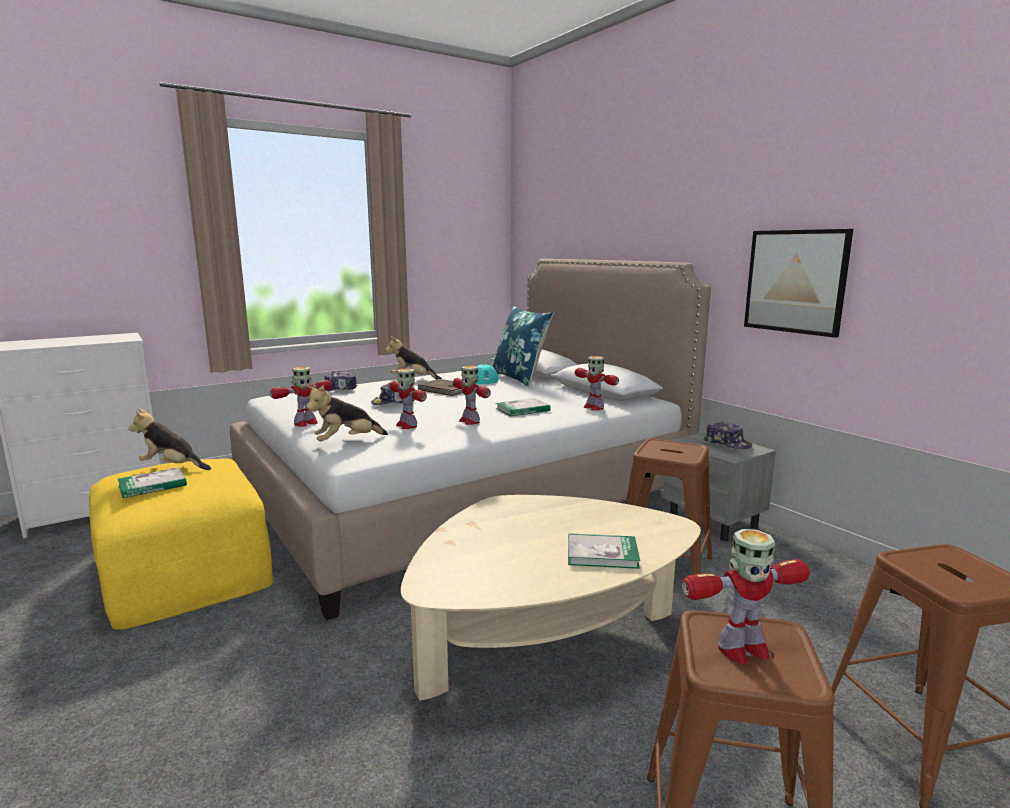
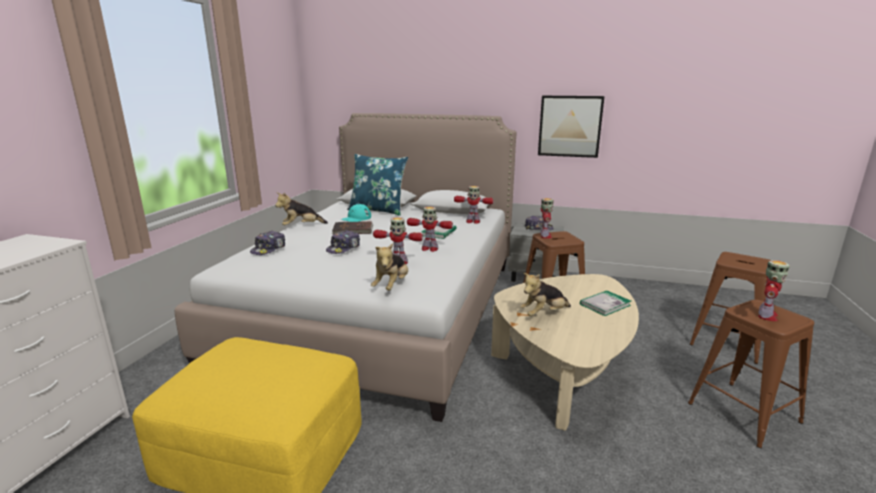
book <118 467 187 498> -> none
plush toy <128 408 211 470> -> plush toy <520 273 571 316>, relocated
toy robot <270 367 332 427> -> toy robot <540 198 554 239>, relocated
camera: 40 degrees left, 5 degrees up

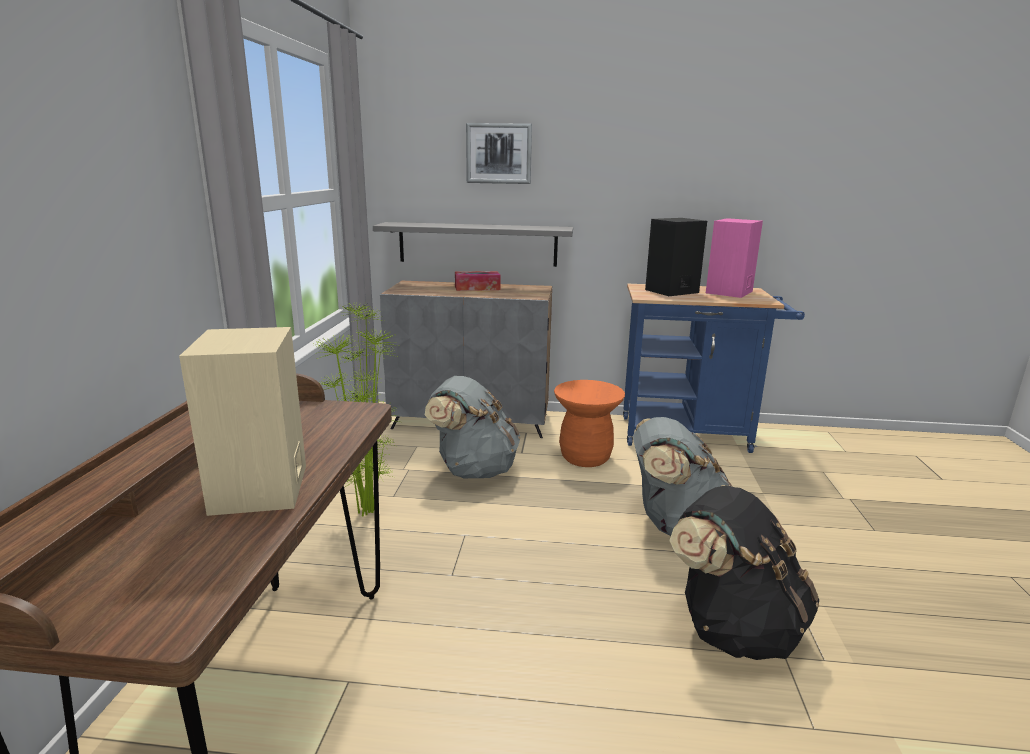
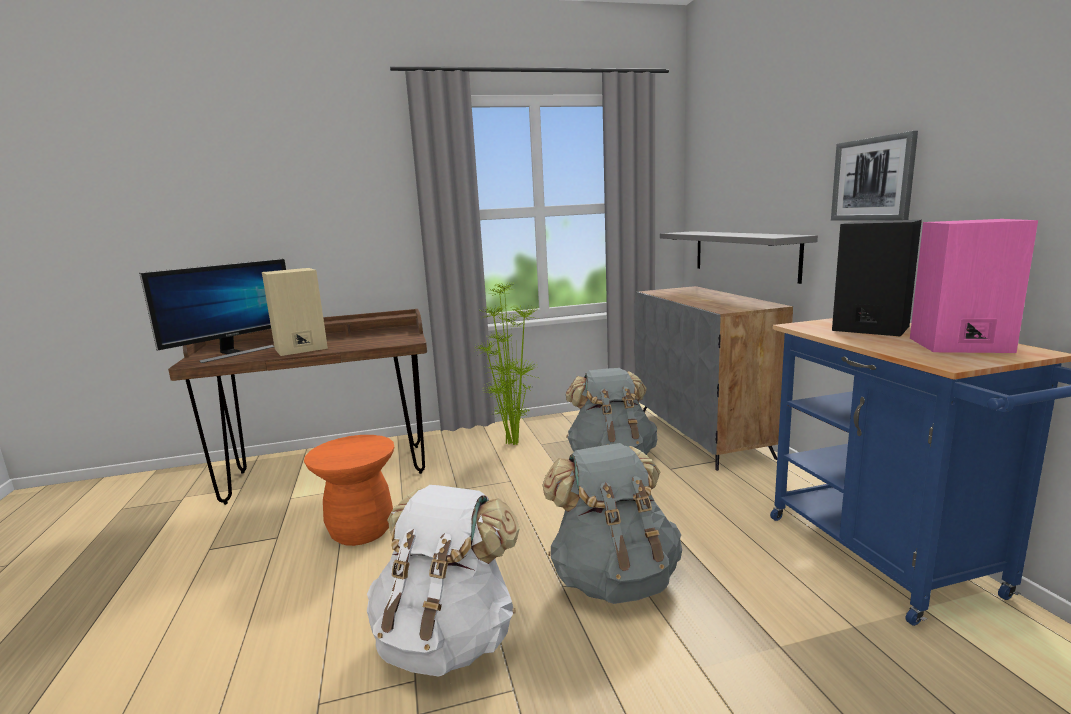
tissue box <455 271 500 291> -> none
none -> monitor <139 259 286 363>
picture <466 123 532 184> -> picture <831 131 918 221>, relocated
orange stool <554 380 625 467> -> orange stool <304 435 395 546>, relocated
black backpack <669 485 819 660> -> white backpack <367 485 520 677>
camera: 70 degrees right, 5 degrees down

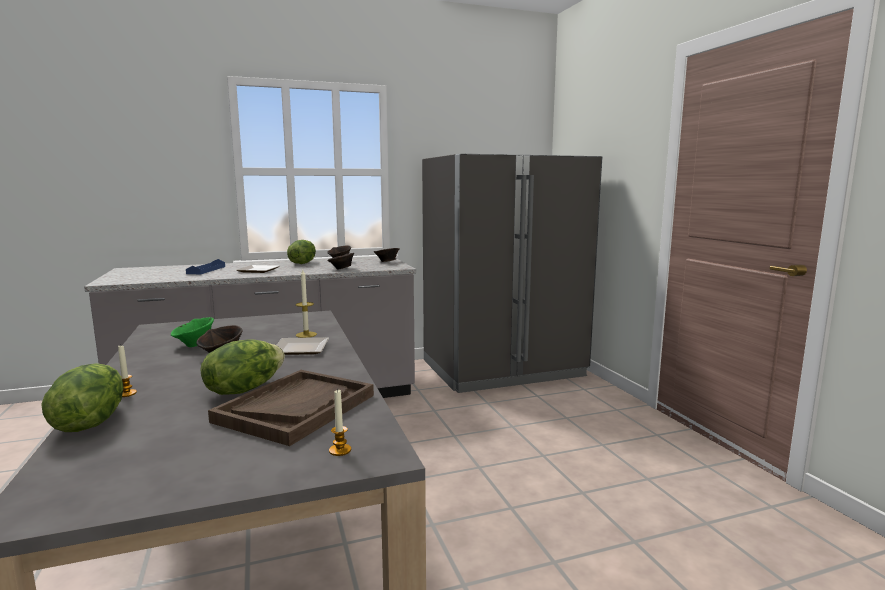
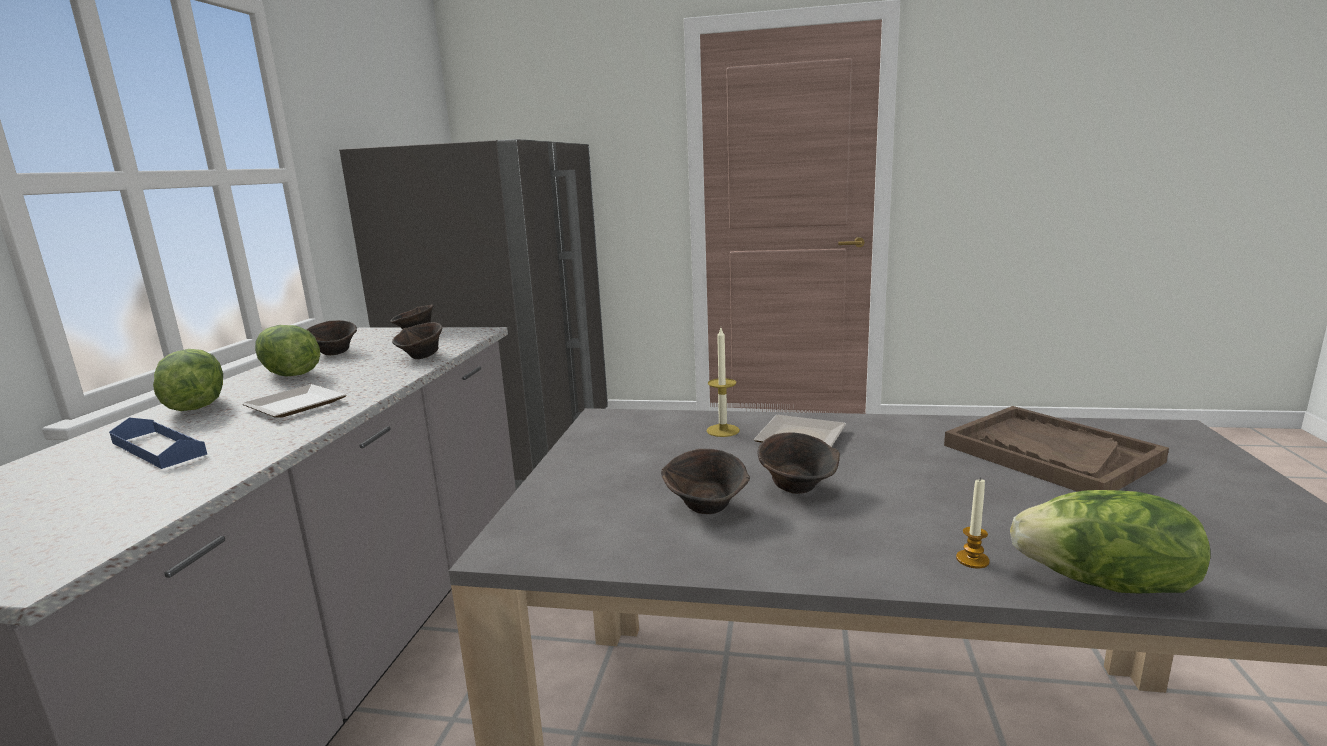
candle <329 389 351 456> -> none
lettuce <200 340 285 395> -> lettuce <153 349 223 411>, relocated
green bowl <171 317 214 347> -> brown bowl <661 449 750 514>
camera: 60 degrees left, 5 degrees up

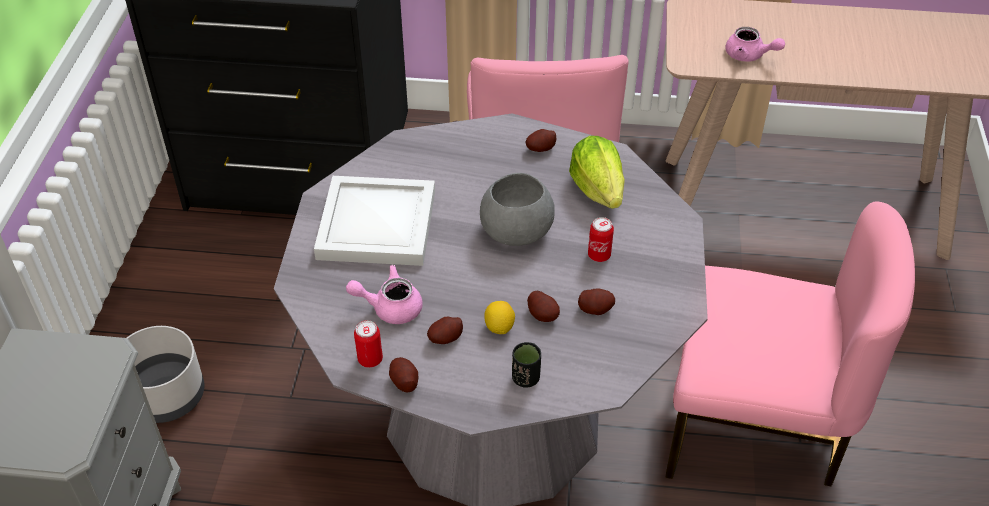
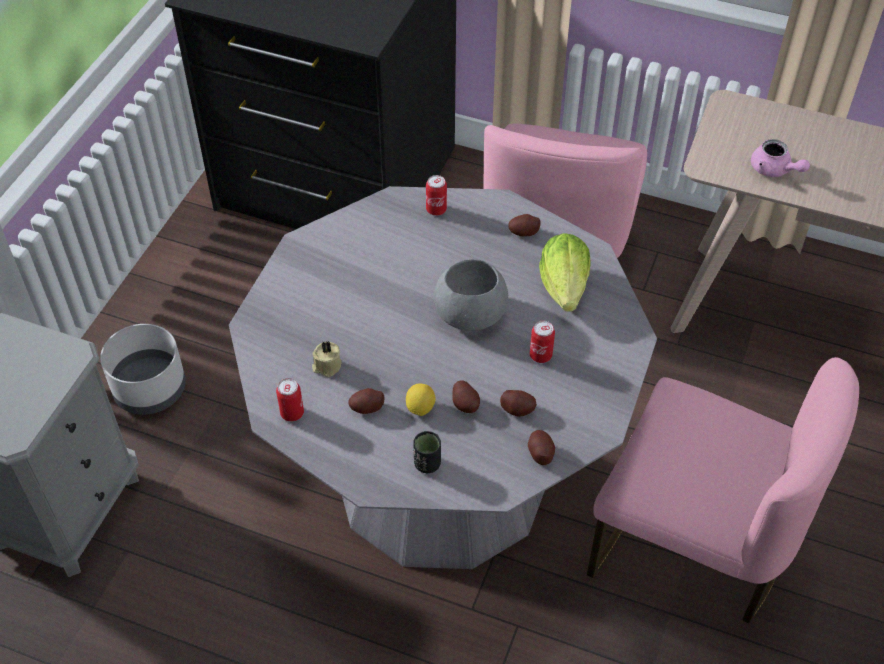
white tray <314 176 435 266> -> none
none -> can <426 175 447 216>
potato <389 357 419 393> -> potato <528 430 555 465>, relocated
pink teapot <346 265 423 324> -> beige candle <312 340 342 377>
camera: 15 degrees right, 5 degrees up

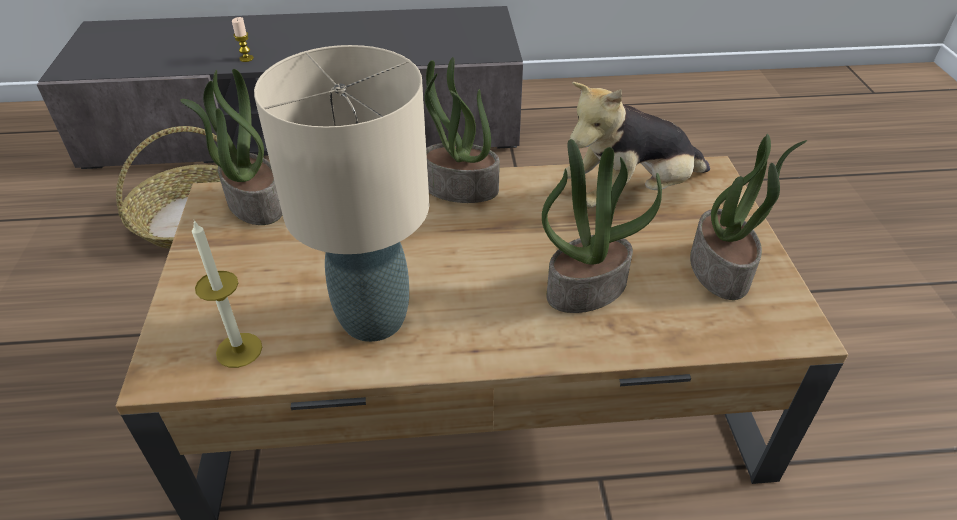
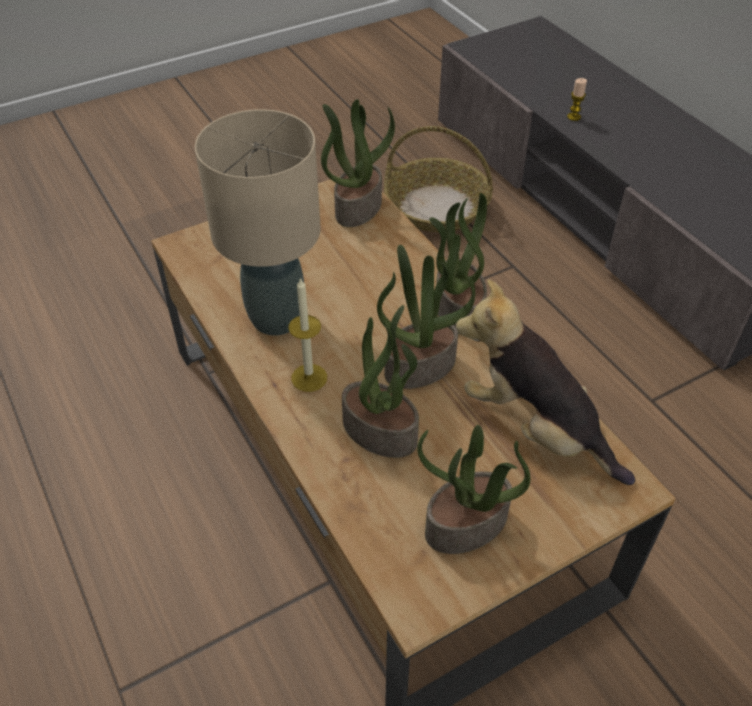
none -> potted plant <377 245 475 389>
candle <192 221 262 368> -> candle <288 277 327 392>, relocated
camera: 65 degrees right, 5 degrees up

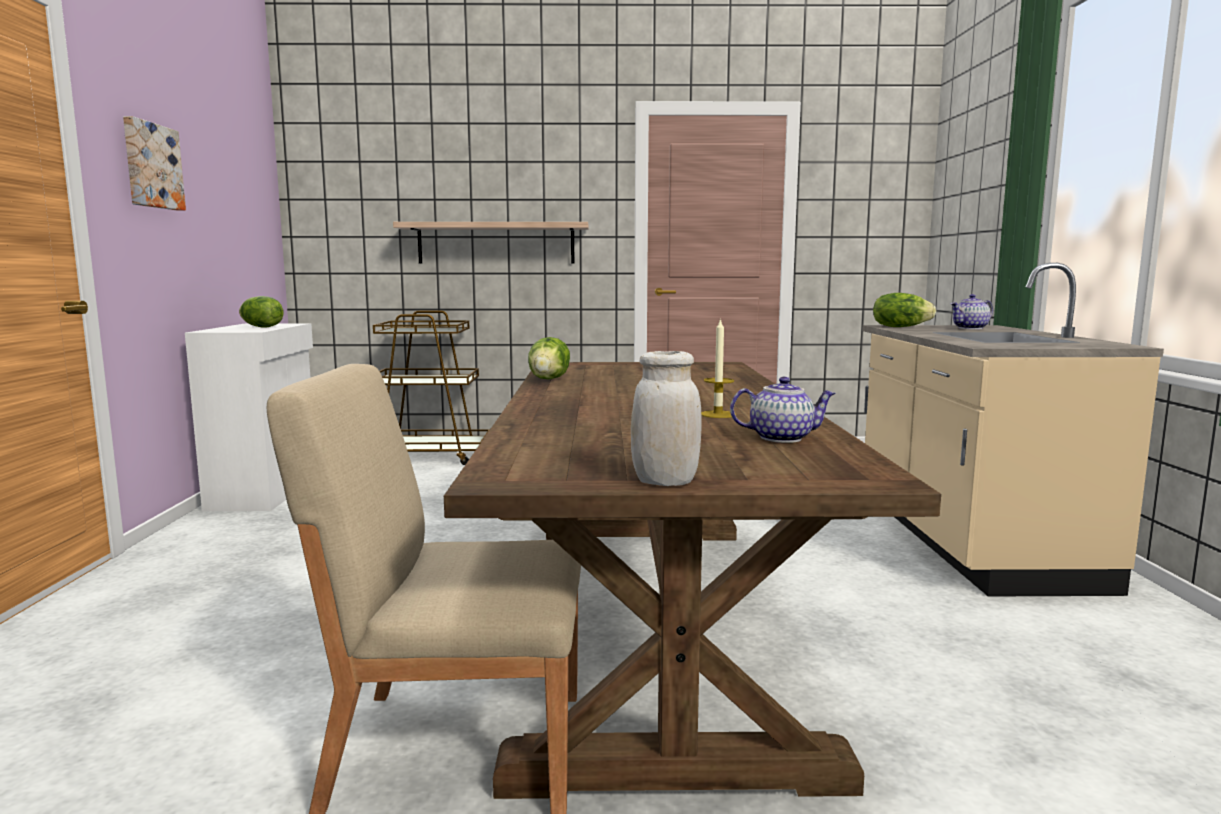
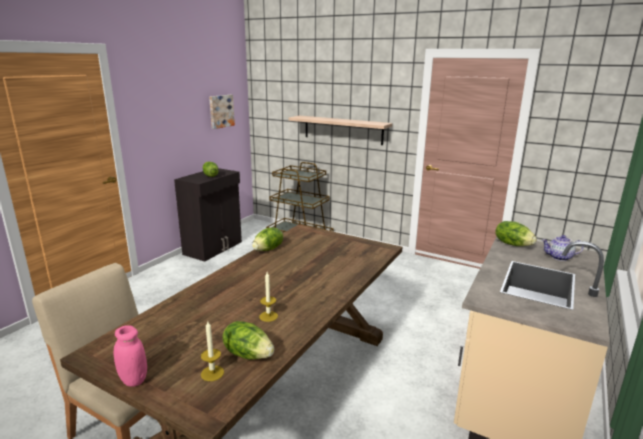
none -> candle <201 321 224 381>
picture <123 116 186 211> -> picture <209 95 235 129>, relocated
teapot <730 377 836 443> -> lettuce <222 321 274 360>
white cabinet <185 323 313 511> -> black cabinet <174 168 242 261>
white jar <631 351 701 486> -> pink jar <114 325 147 387>
camera: 30 degrees right, 10 degrees up

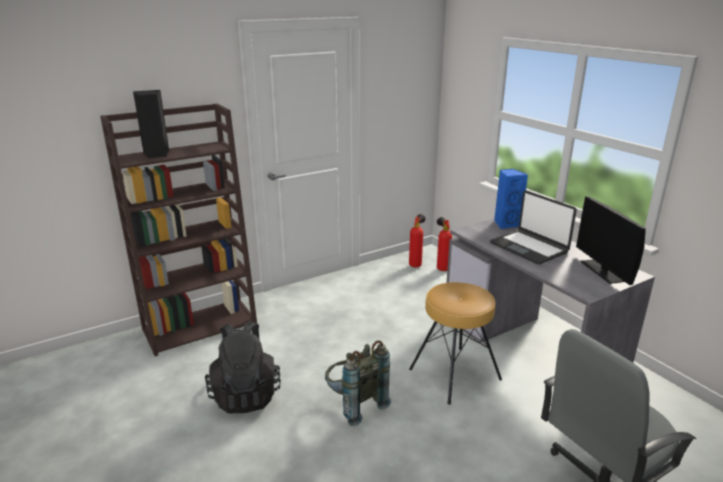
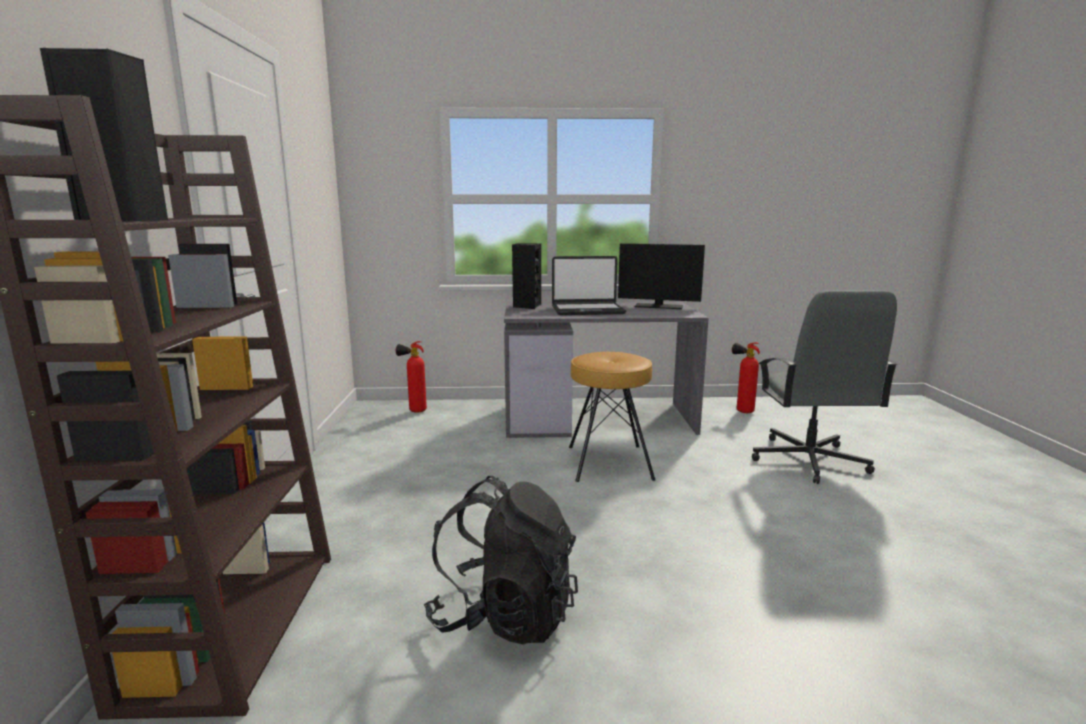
grey backpack <325 340 391 426> -> none
fire extinguisher <409 214 425 268> -> fire extinguisher <732 342 760 413>, relocated
blue speaker <494 169 528 229> -> black speaker <512 243 541 309>
camera: 60 degrees left, 10 degrees down

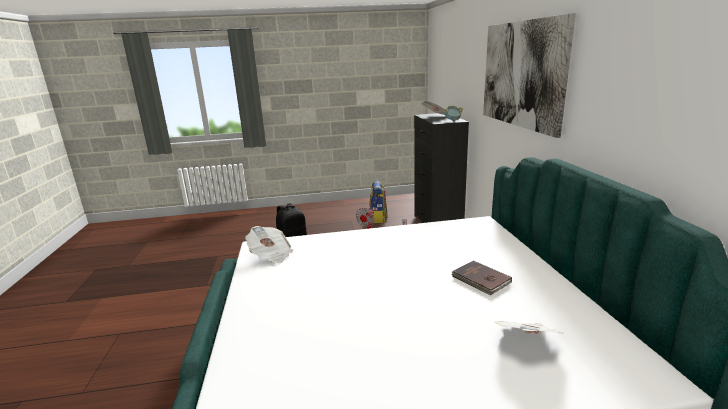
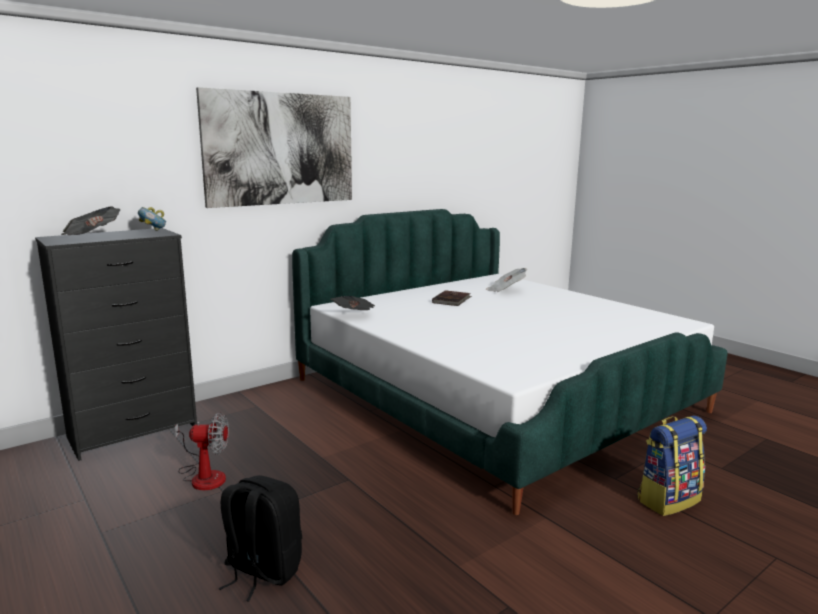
newspaper <245 226 293 264> -> newspaper <330 296 375 310>, relocated
backpack <369 181 388 223> -> backpack <637 416 707 516>, relocated
camera: 120 degrees left, 5 degrees down

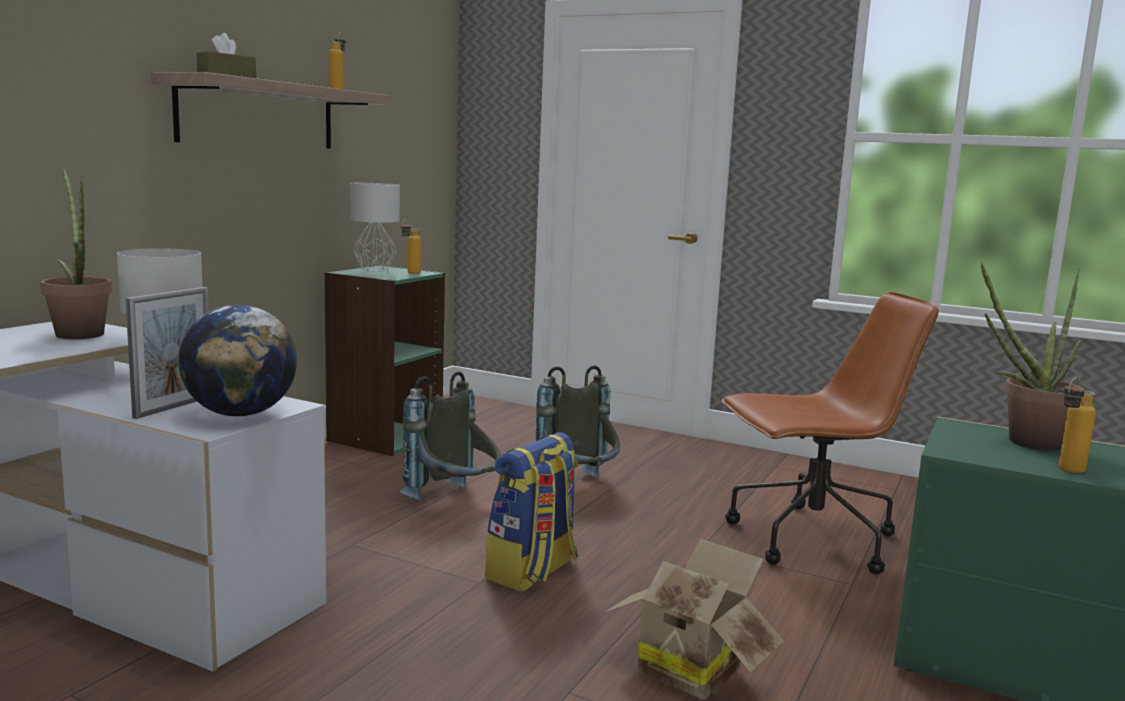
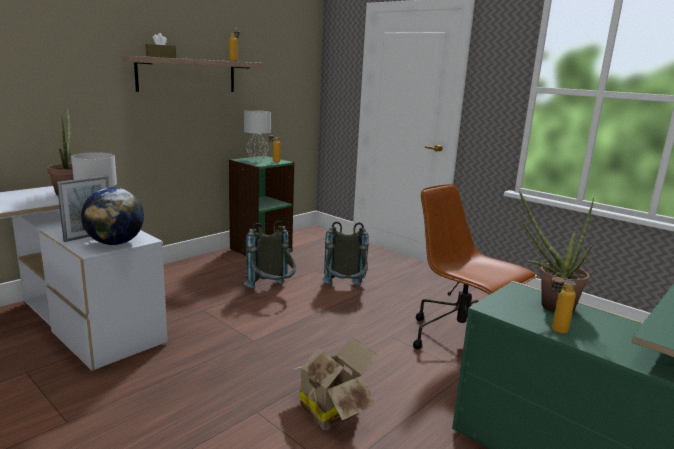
backpack <485 432 578 592> -> none
brown office chair <721 292 939 575> -> brown office chair <413 184 537 349>, 135 degrees counterclockwise
camera: 15 degrees right, 5 degrees up

